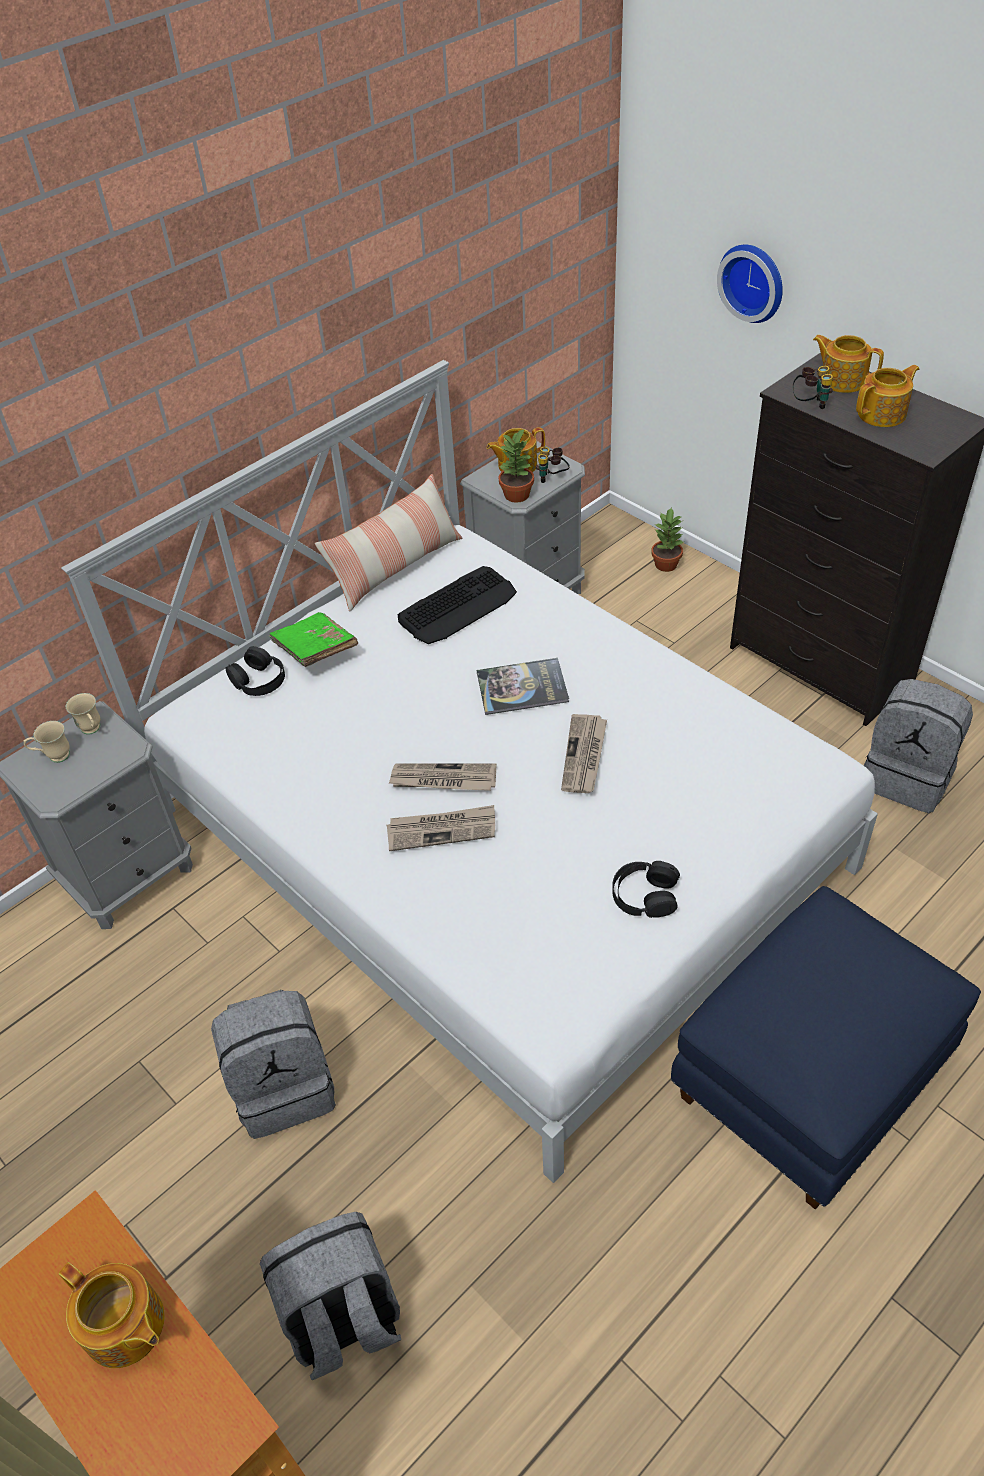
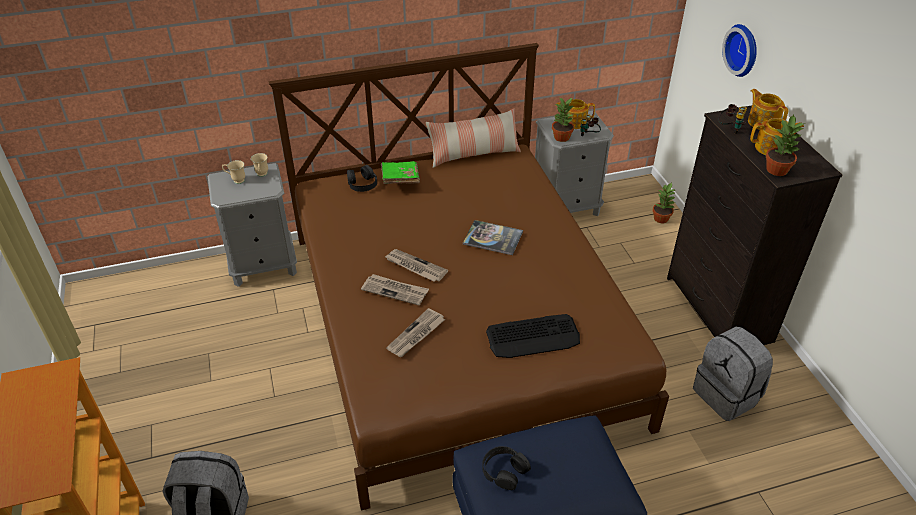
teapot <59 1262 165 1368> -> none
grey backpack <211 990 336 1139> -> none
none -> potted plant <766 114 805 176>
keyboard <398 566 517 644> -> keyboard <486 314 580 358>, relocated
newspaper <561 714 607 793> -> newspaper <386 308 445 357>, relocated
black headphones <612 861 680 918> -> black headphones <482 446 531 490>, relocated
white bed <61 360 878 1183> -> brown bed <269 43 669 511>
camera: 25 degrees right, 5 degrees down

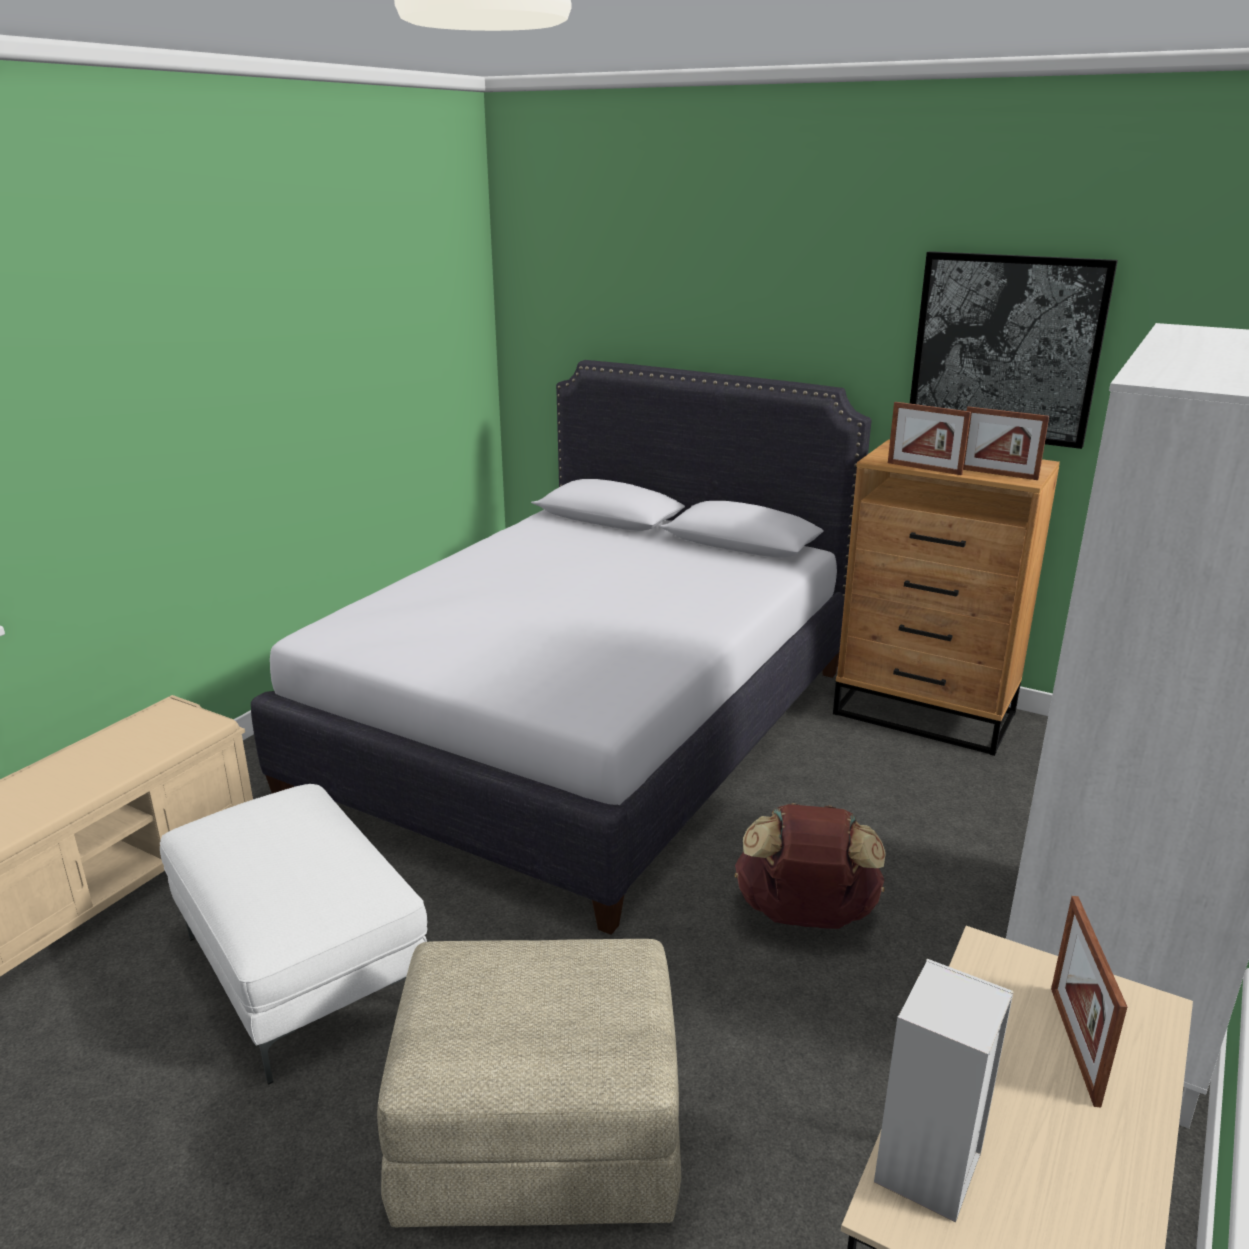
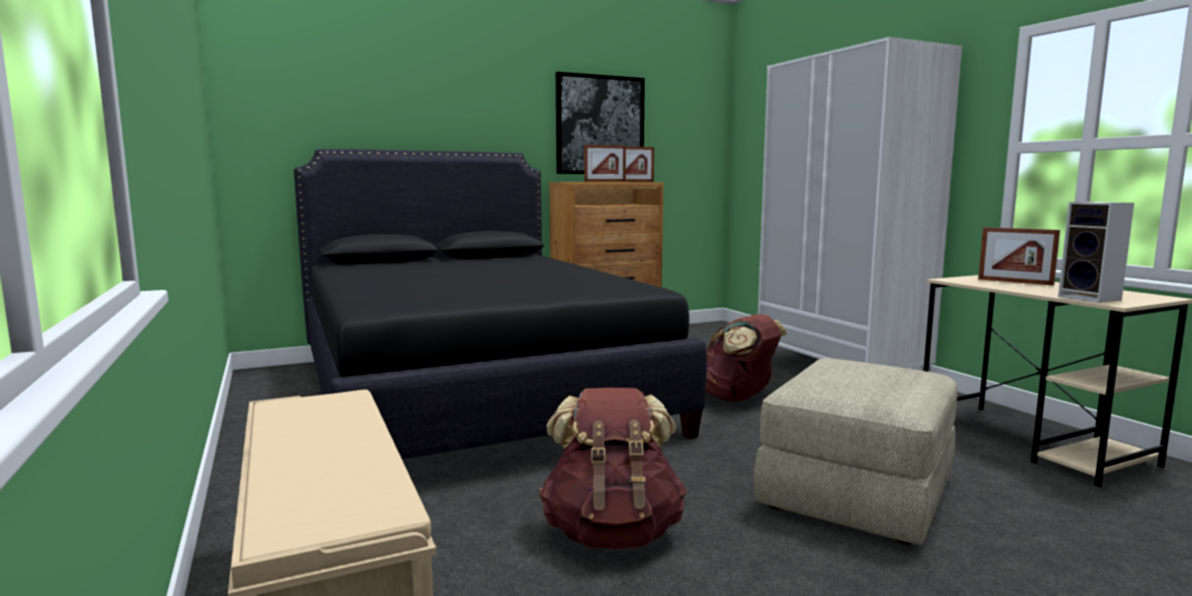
white ottoman <160 784 428 1085> -> brown backpack <539 388 687 549>
white bed <251 360 872 935> -> black bed <294 149 707 459>
camera: 55 degrees left, 15 degrees down

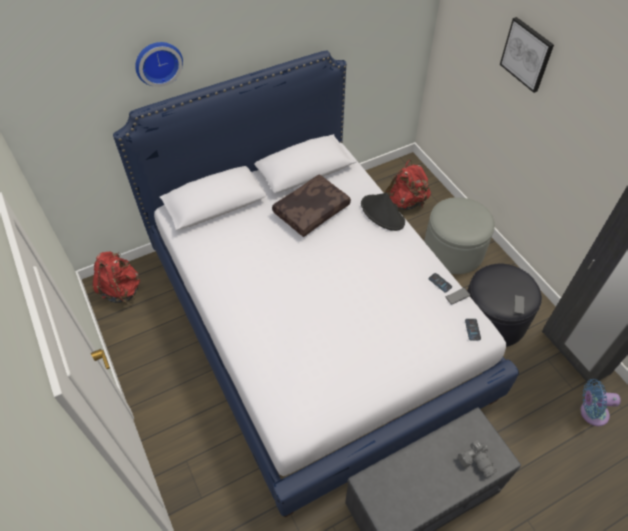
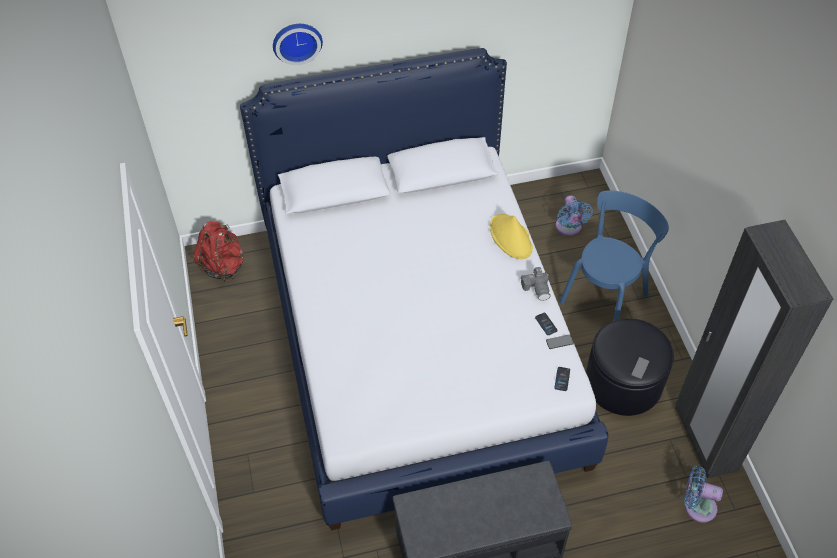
brown pillow <272 174 351 237> -> none
picture <500 17 554 93> -> none
photo camera <458 440 497 478> -> photo camera <521 267 551 301>, relocated
red backpack <385 160 431 210> -> blue fan <556 195 593 236>
grey ottoman <424 197 495 274> -> blue chair <560 190 669 321>
black hat <361 192 405 231> -> yellow hat <490 214 533 259>
camera: 15 degrees right, 0 degrees up

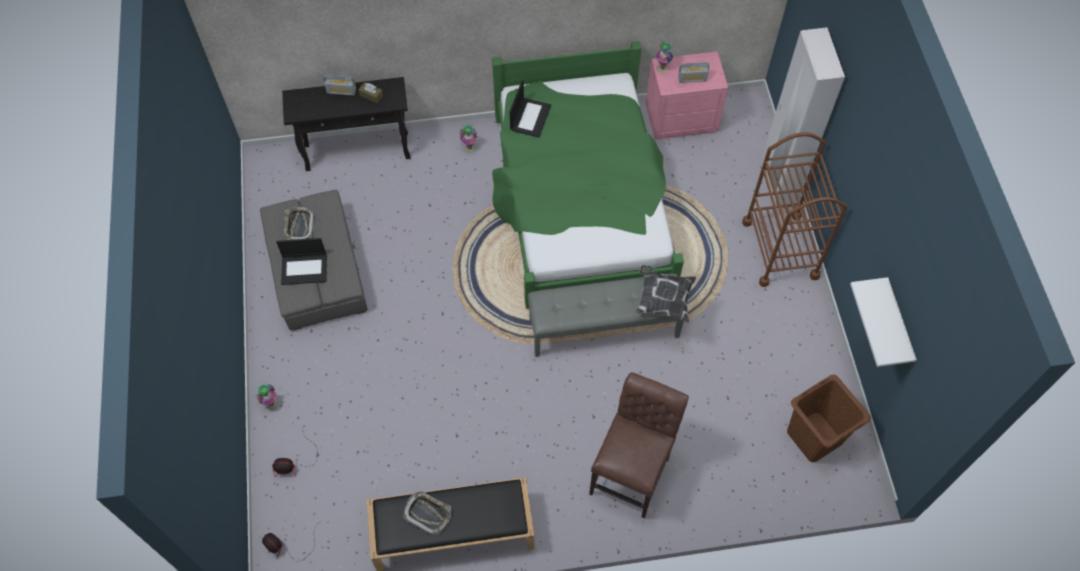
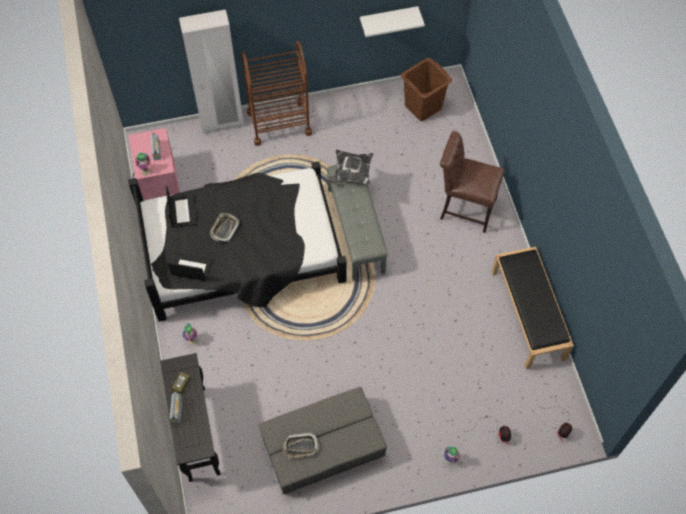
laptop <276 238 327 285> -> laptop <166 186 197 228>, relocated
tray <403 492 451 535> -> tray <210 213 240 242>, relocated
green bed <492 41 684 309> -> black bed <128 161 347 322>
camera: 95 degrees left, 0 degrees up

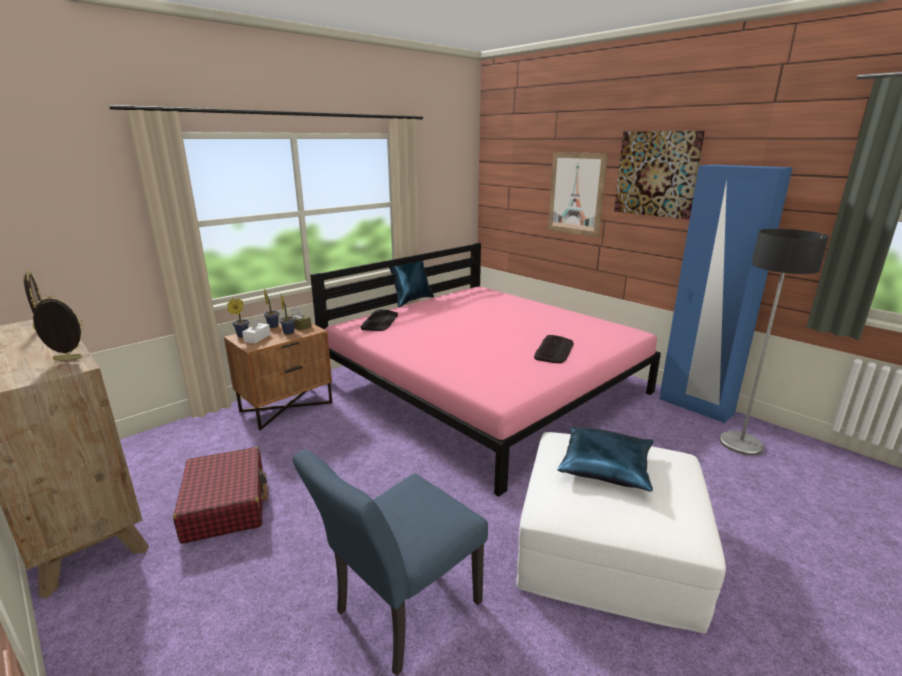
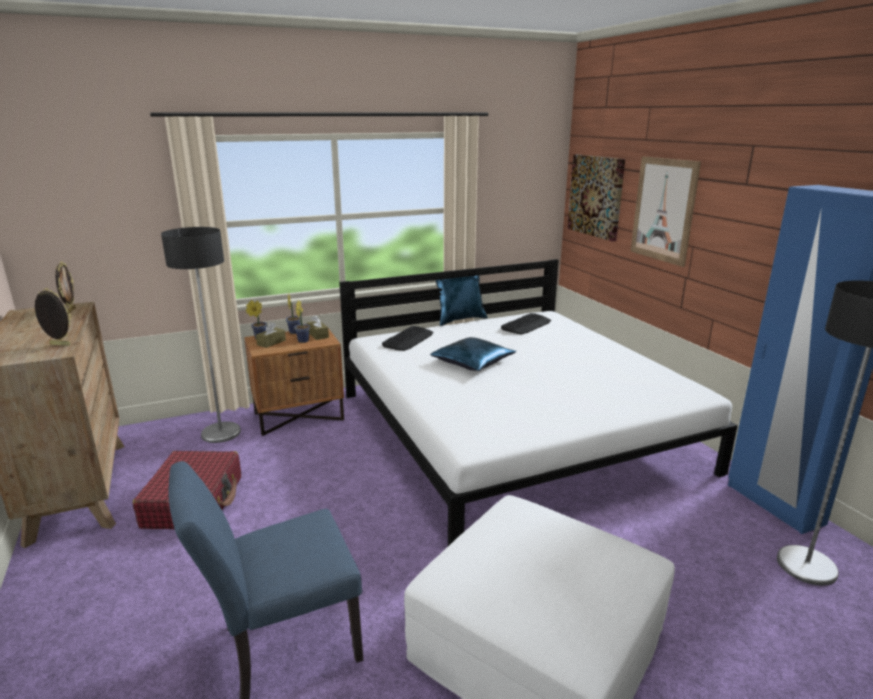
none -> floor lamp <161 227 241 443>
keyboard <534 335 574 363> -> keyboard <501 313 551 334>, relocated
blue pillow <558 426 654 492> -> blue pillow <430 337 516 371>, relocated
picture <614 131 705 220> -> picture <567 154 625 242>, relocated
white tissue box <242 318 271 343> -> brown tissue box <256 322 286 348>
pink bed <310 243 661 497> -> white bed <339 259 738 546>
camera: 20 degrees right, 0 degrees up

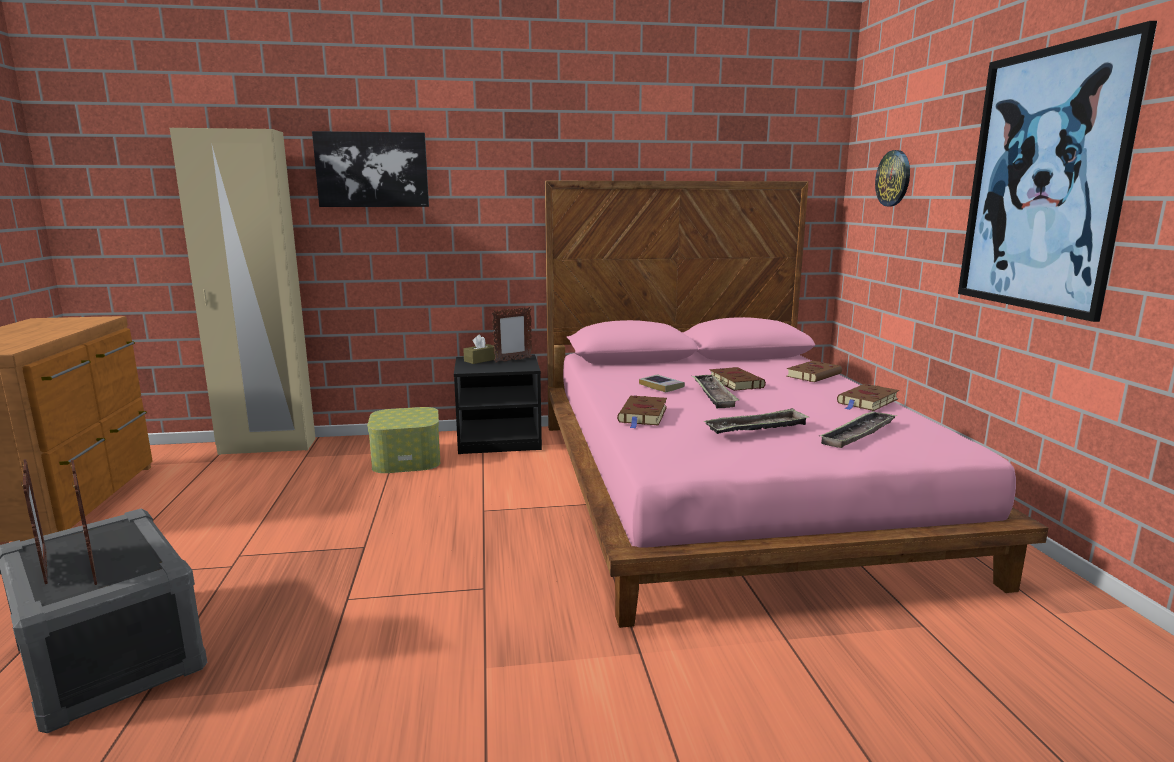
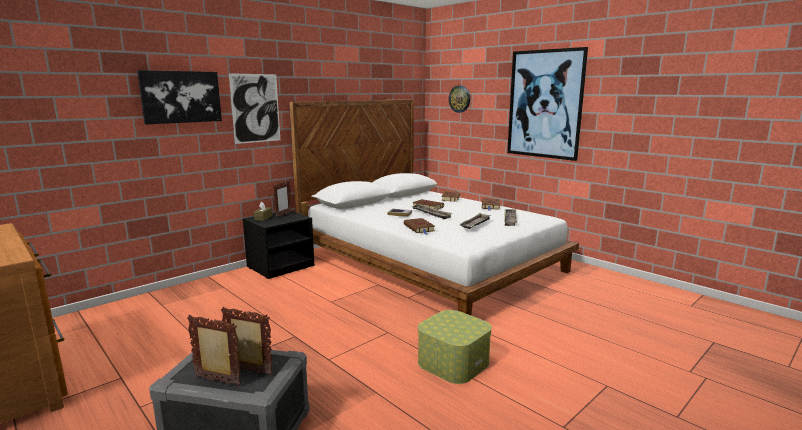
beige wardrobe <170 128 316 455> -> none
none -> picture <229 73 280 144>
storage box <367 407 440 473> -> storage box <418 310 492 384>, relocated
pink bed <545 181 1048 628> -> white bed <289 99 579 315>
camera: 35 degrees left, 0 degrees up

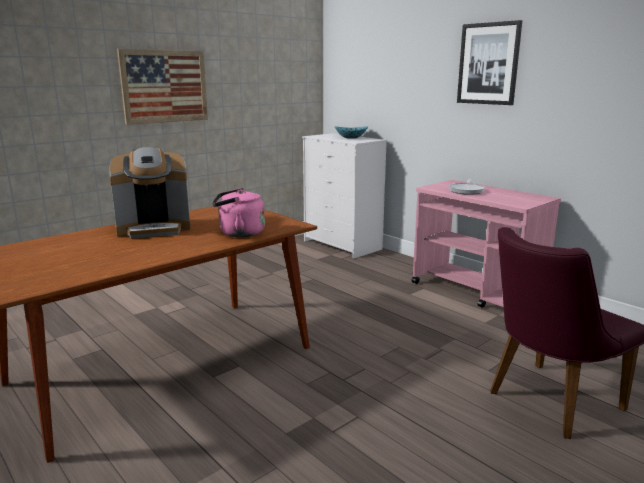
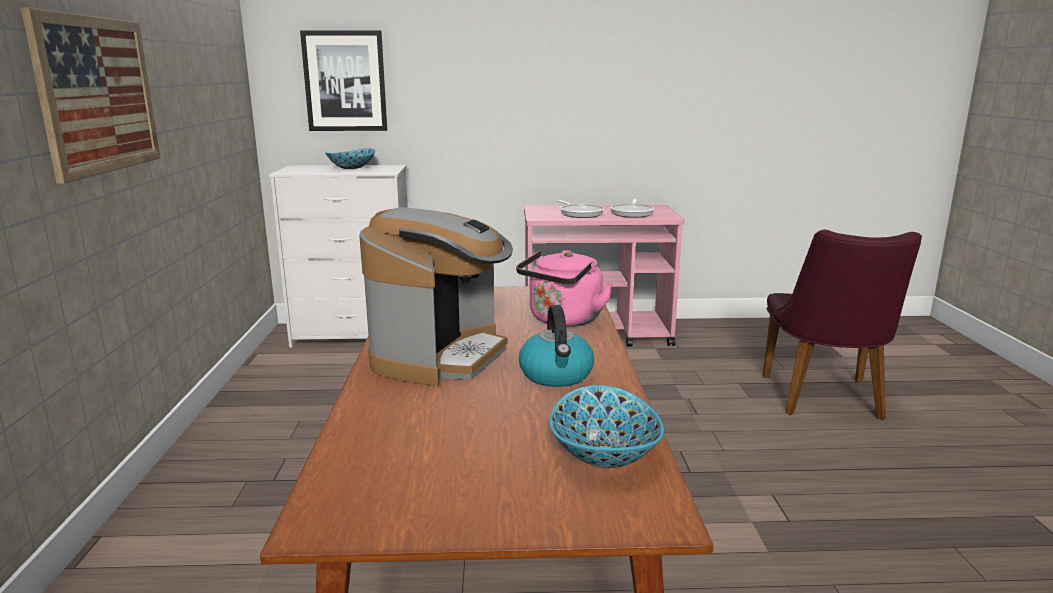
none -> kettle <519 305 594 387>
none -> bowl <550 385 664 468>
none -> frying pan <611 199 654 218>
picture <457 20 522 105> -> picture <300 30 387 131>, relocated
camera: 50 degrees left, 0 degrees up

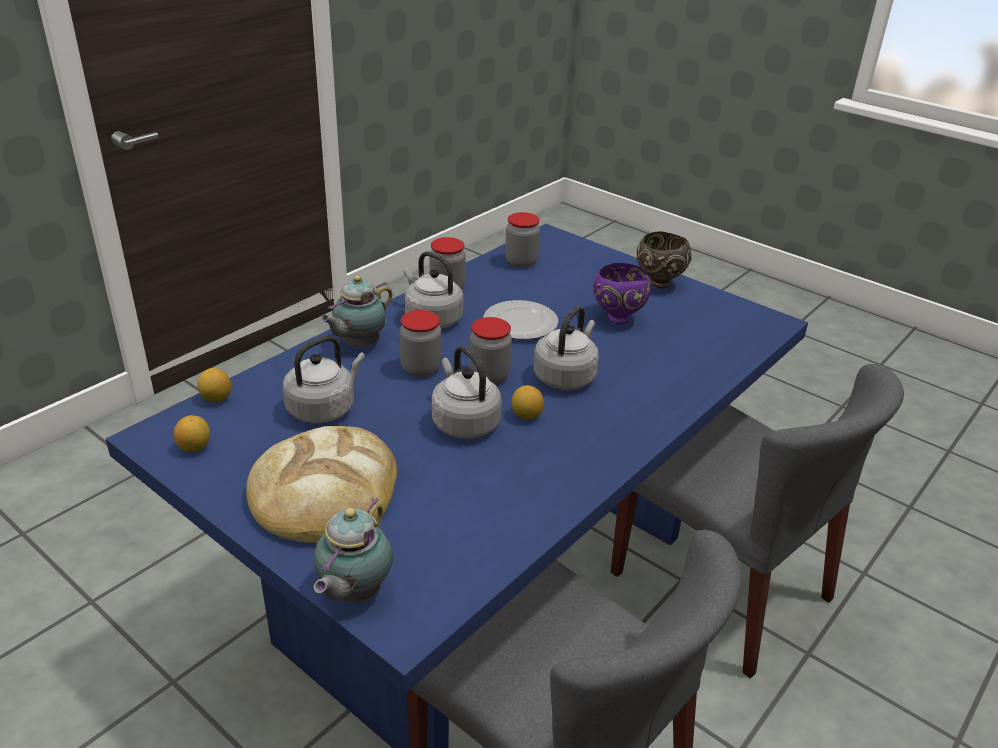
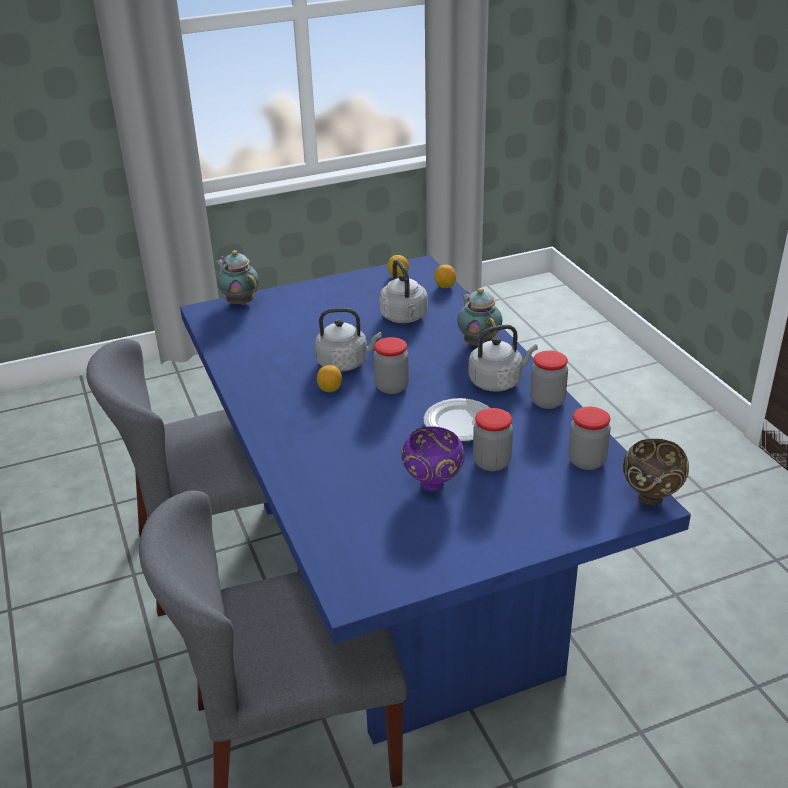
bread <246 426 397 543> -> none
grey kettle <533 306 599 390> -> none
jar <400 310 441 377> -> jar <473 408 513 471>, relocated
brown bowl <636 231 692 288> -> brown bowl <623 439 689 505>, relocated
camera: 120 degrees right, 0 degrees up

